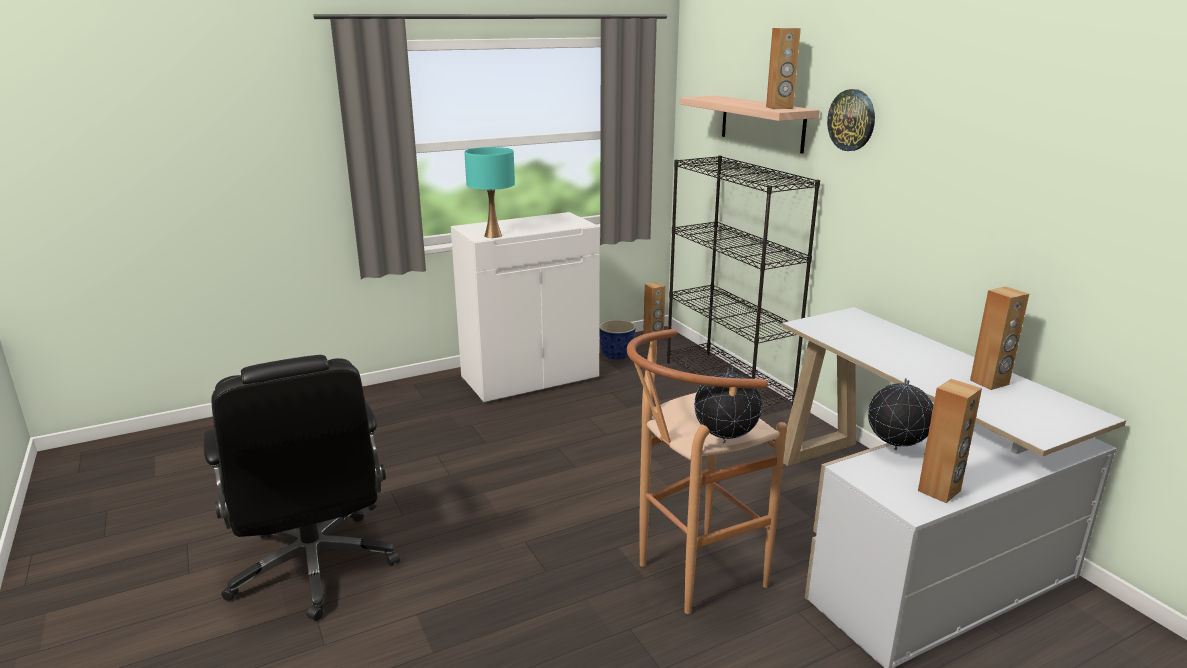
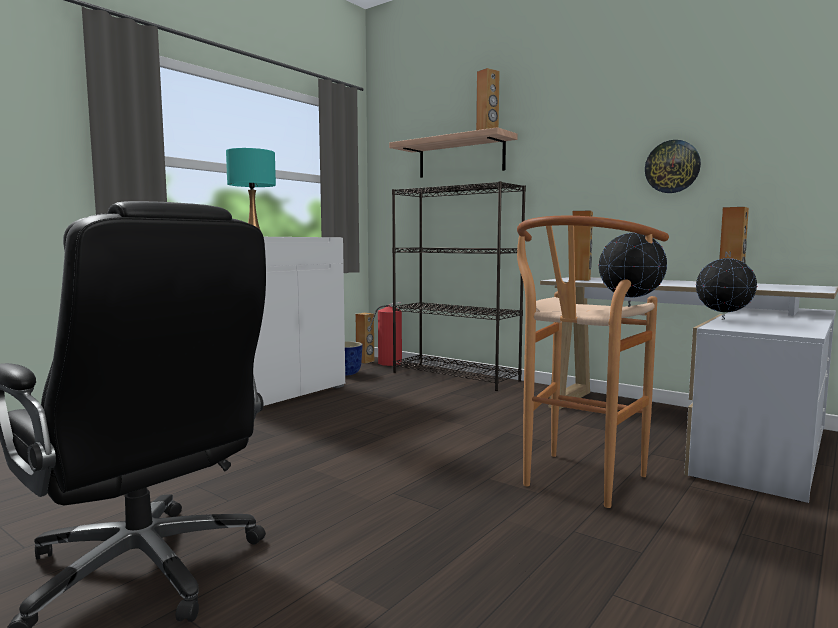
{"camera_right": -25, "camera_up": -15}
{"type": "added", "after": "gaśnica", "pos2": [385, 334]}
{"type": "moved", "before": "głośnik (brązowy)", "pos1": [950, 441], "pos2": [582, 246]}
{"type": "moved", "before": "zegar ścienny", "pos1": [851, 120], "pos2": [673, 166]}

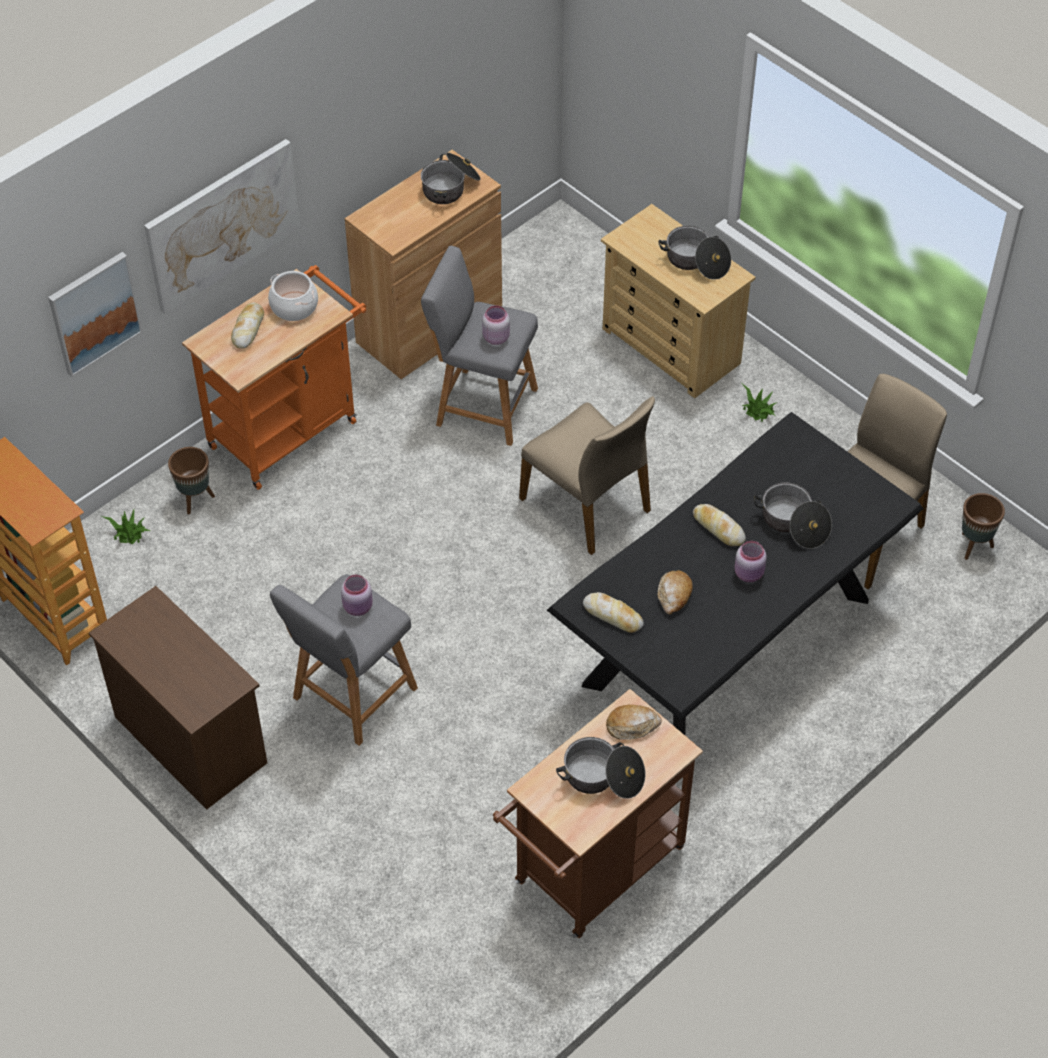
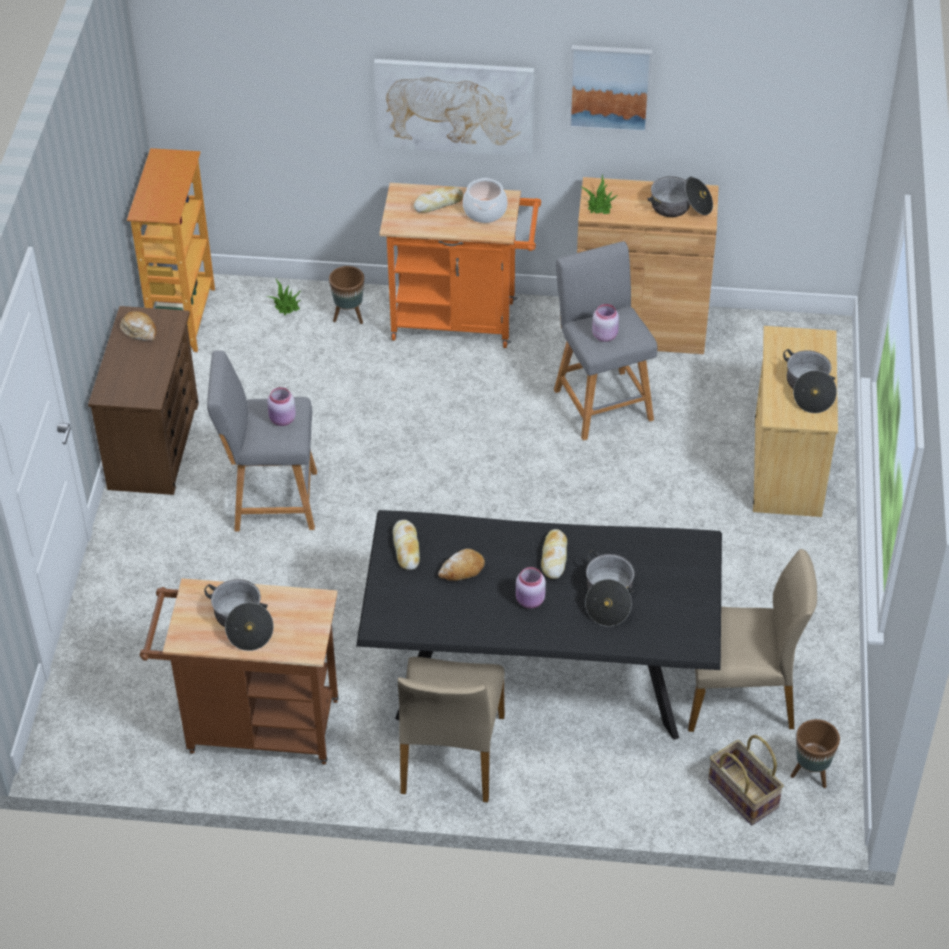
{"camera_right": 50, "camera_up": -5}
{"type": "moved", "before": "chleb", "pos1": [634, 722], "pos2": [138, 326]}
{"type": "moved", "before": "krzesło (beżowy)", "pos1": [587, 475], "pos2": [451, 729]}
{"type": "moved", "before": "obraz", "pos1": [95, 314], "pos2": [610, 89]}
{"type": "moved", "before": "roślina doniczkowa", "pos1": [759, 402], "pos2": [599, 194]}
{"type": "added", "after": "koszyk", "pos2": [746, 780]}

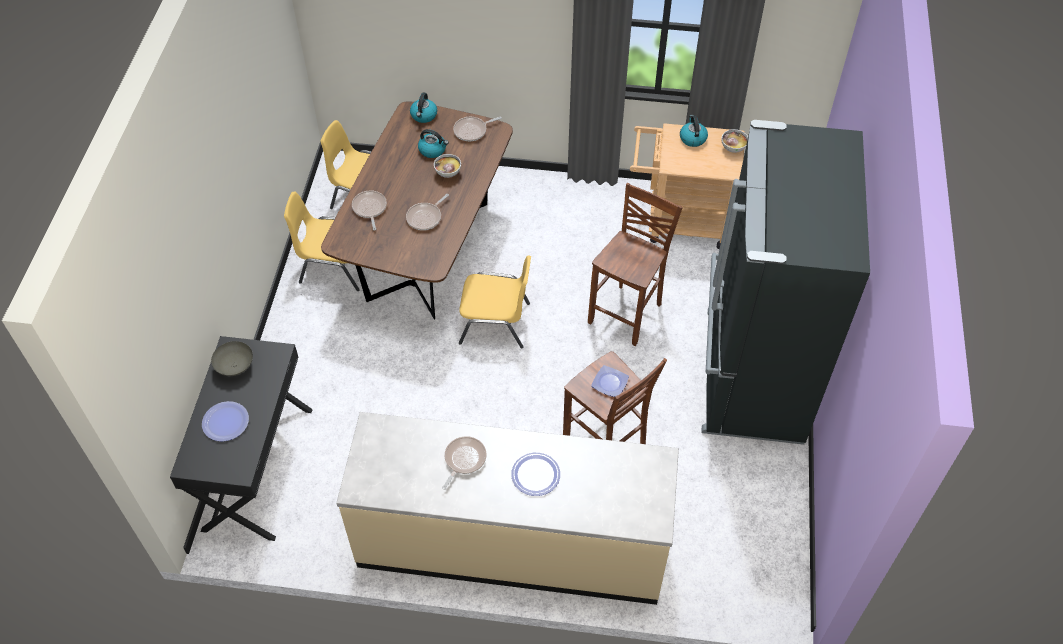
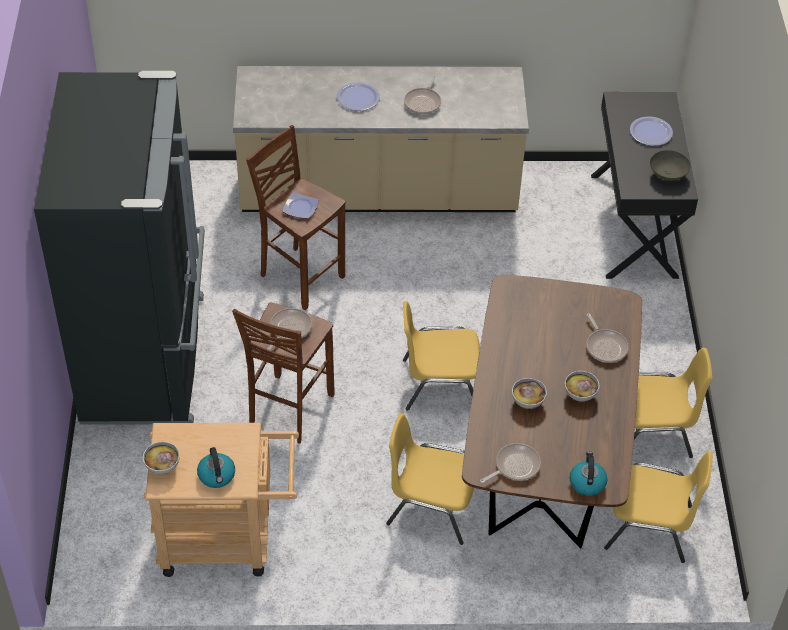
{"camera_right": 170, "camera_up": -5}
{"type": "moved", "before": "patelnia", "pos1": [427, 212], "pos2": [289, 329]}
{"type": "added", "after": "krzesło (żółty)", "pos2": [430, 479]}
{"type": "added", "after": "miska", "pos2": [582, 386]}
{"type": "removed", "before": "czajnik", "pos1": [433, 143]}

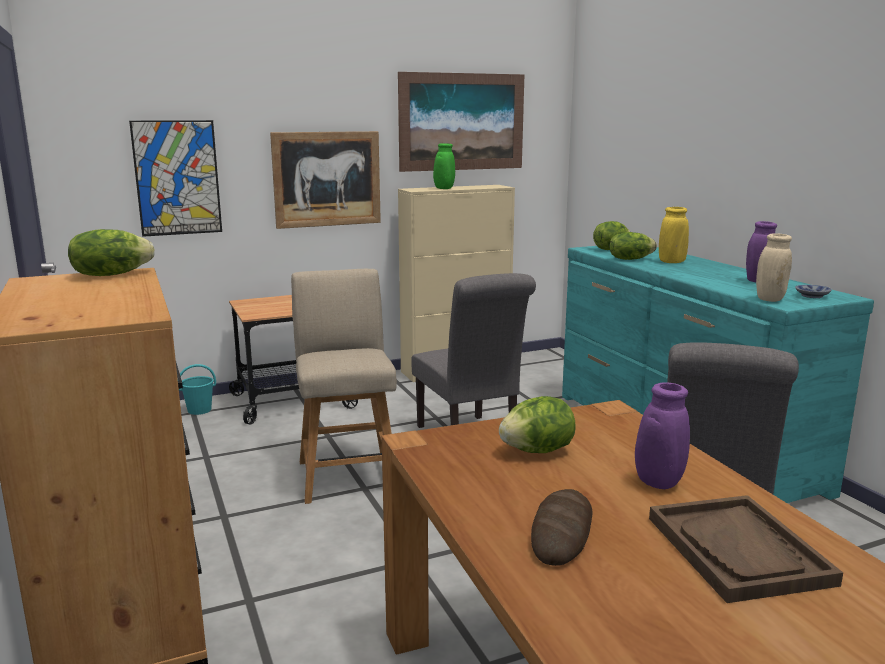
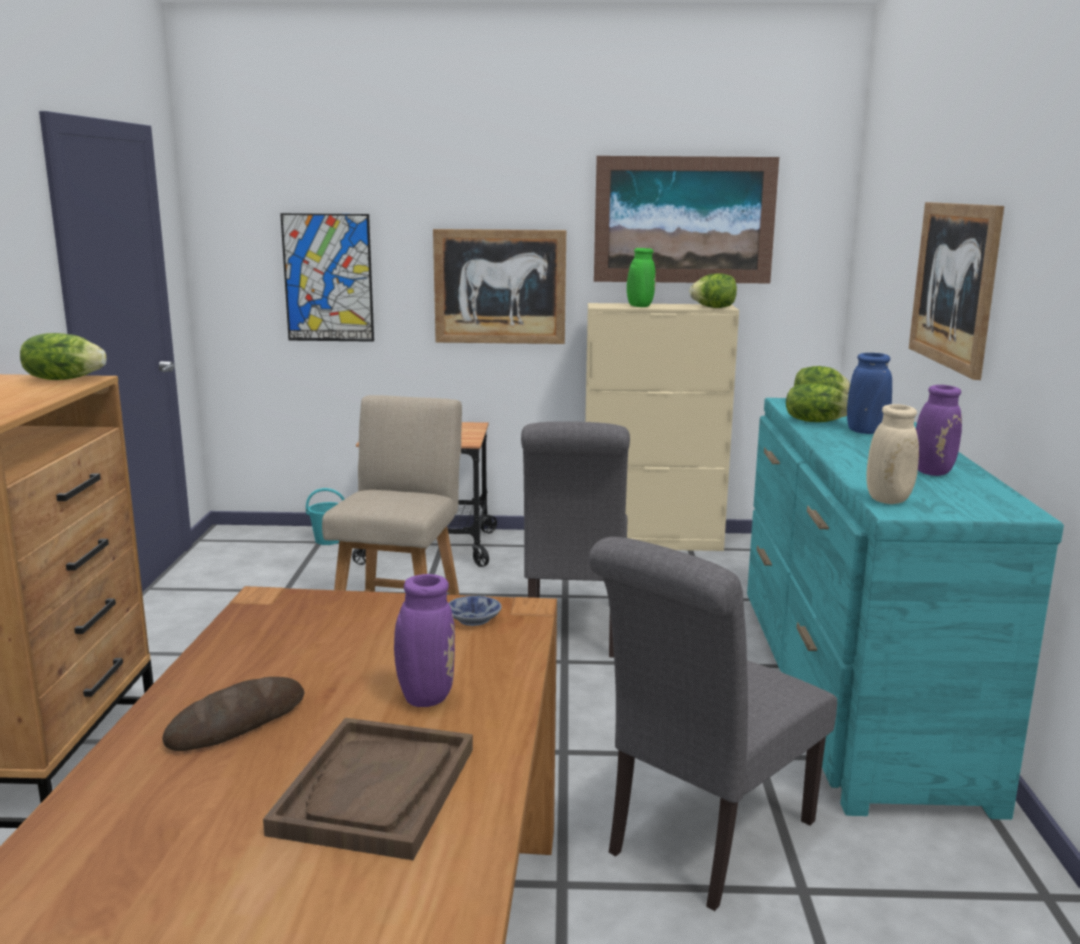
{"camera_right": 25, "camera_up": 0}
{"type": "moved", "before": "miska", "pos1": [813, 291], "pos2": [475, 611]}
{"type": "moved", "before": "sałata", "pos1": [537, 424], "pos2": [713, 290]}
{"type": "recoloured", "before": "wazon (żółty)", "after": "wazon (niebieski)", "pos1": [674, 235], "pos2": [869, 393]}
{"type": "added", "after": "obraz", "pos2": [956, 291]}

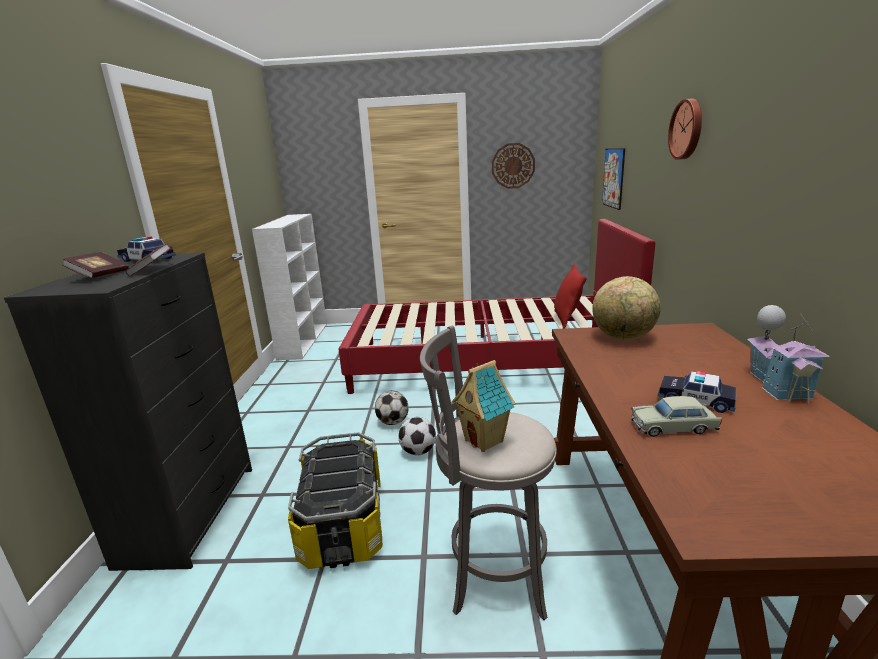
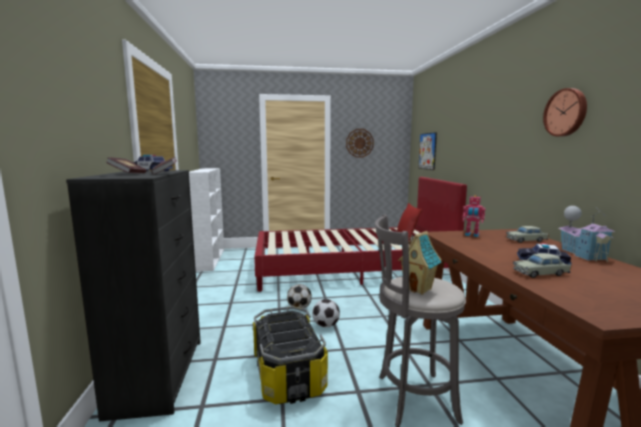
{"camera_right": -10, "camera_up": -10}
{"type": "replaced", "before": "globus", "after": "robot zabawkowy", "pos1": [626, 308], "pos2": [474, 216]}
{"type": "added", "after": "samochodzik (beżowy)", "pos2": [527, 234]}
{"type": "moved", "before": "zegar ścienny", "pos1": [685, 129], "pos2": [565, 112]}

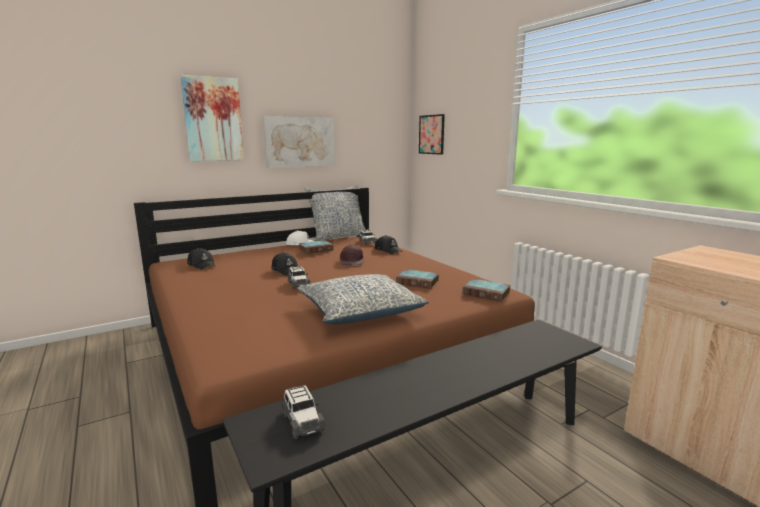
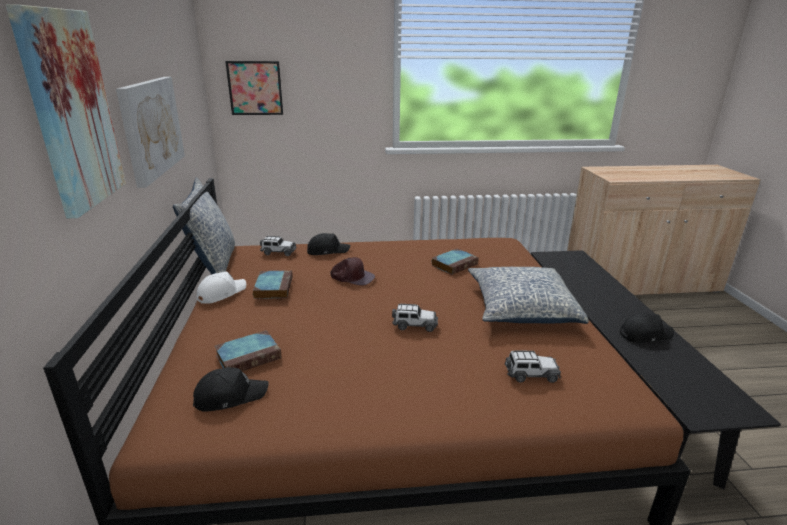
{"camera_right": -65, "camera_up": 10}
{"type": "moved", "before": "książka", "pos1": [487, 290], "pos2": [248, 350]}
{"type": "moved", "before": "samochodzik", "pos1": [304, 412], "pos2": [533, 367]}
{"type": "moved", "before": "czapka z daszkiem (czarny)", "pos1": [285, 264], "pos2": [647, 328]}

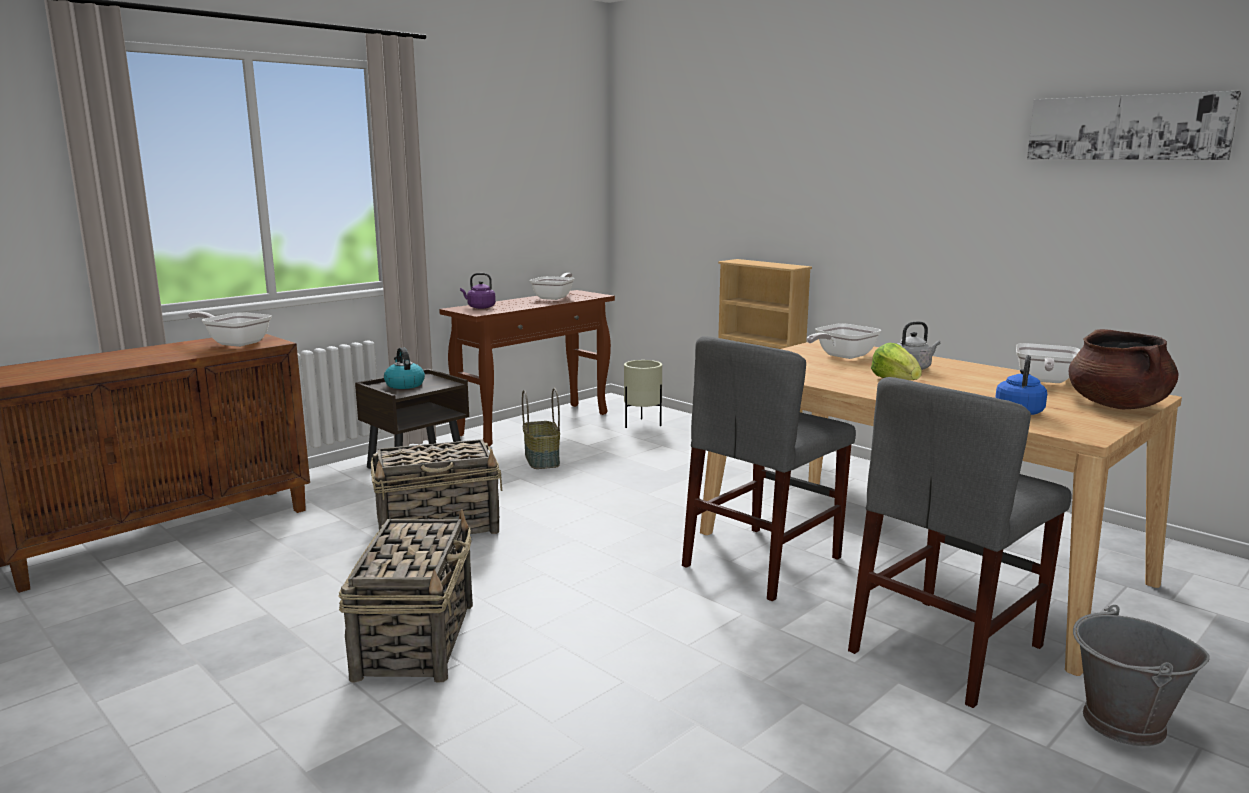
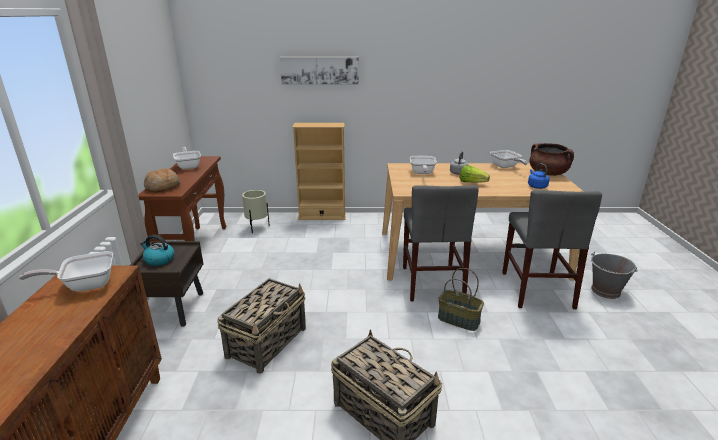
{"camera_right": -45, "camera_up": 10}
{"type": "replaced", "before": "czajnik (fioletowy)", "after": "chleb", "pos1": [478, 291], "pos2": [162, 180]}
{"type": "moved", "before": "obraz", "pos1": [1134, 125], "pos2": [319, 70]}
{"type": "moved", "before": "koszyk", "pos1": [541, 428], "pos2": [461, 299]}

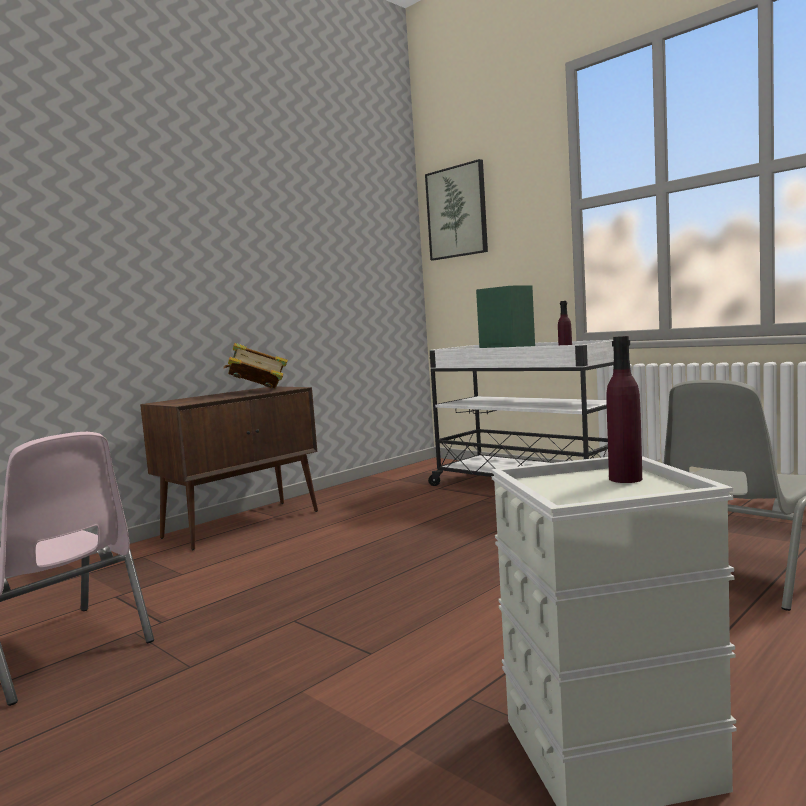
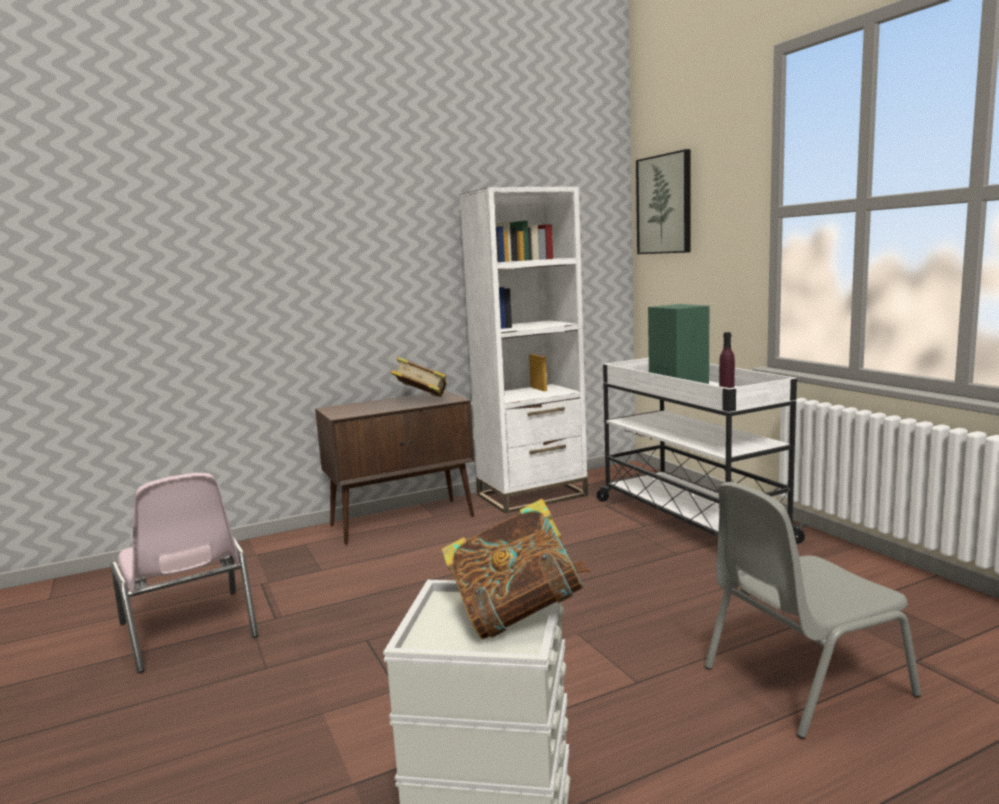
{"camera_right": 20, "camera_up": 5}
{"type": "replaced", "before": "butelka (fioletowy)", "after": "książka", "pos1": [624, 409], "pos2": [515, 569]}
{"type": "added", "after": "regał (biały)", "pos2": [523, 350]}

